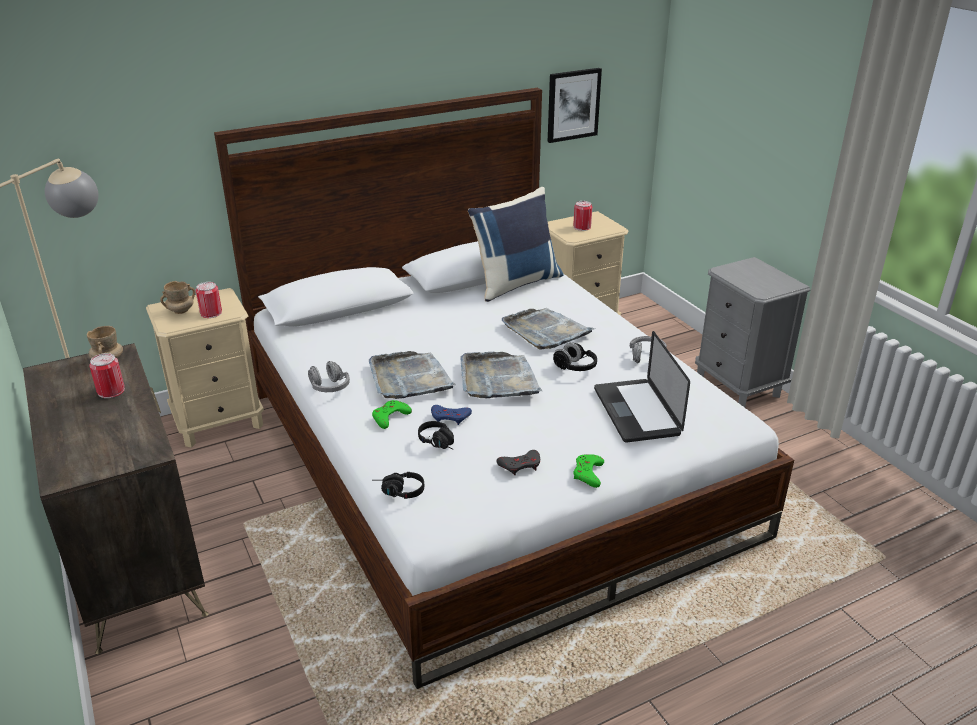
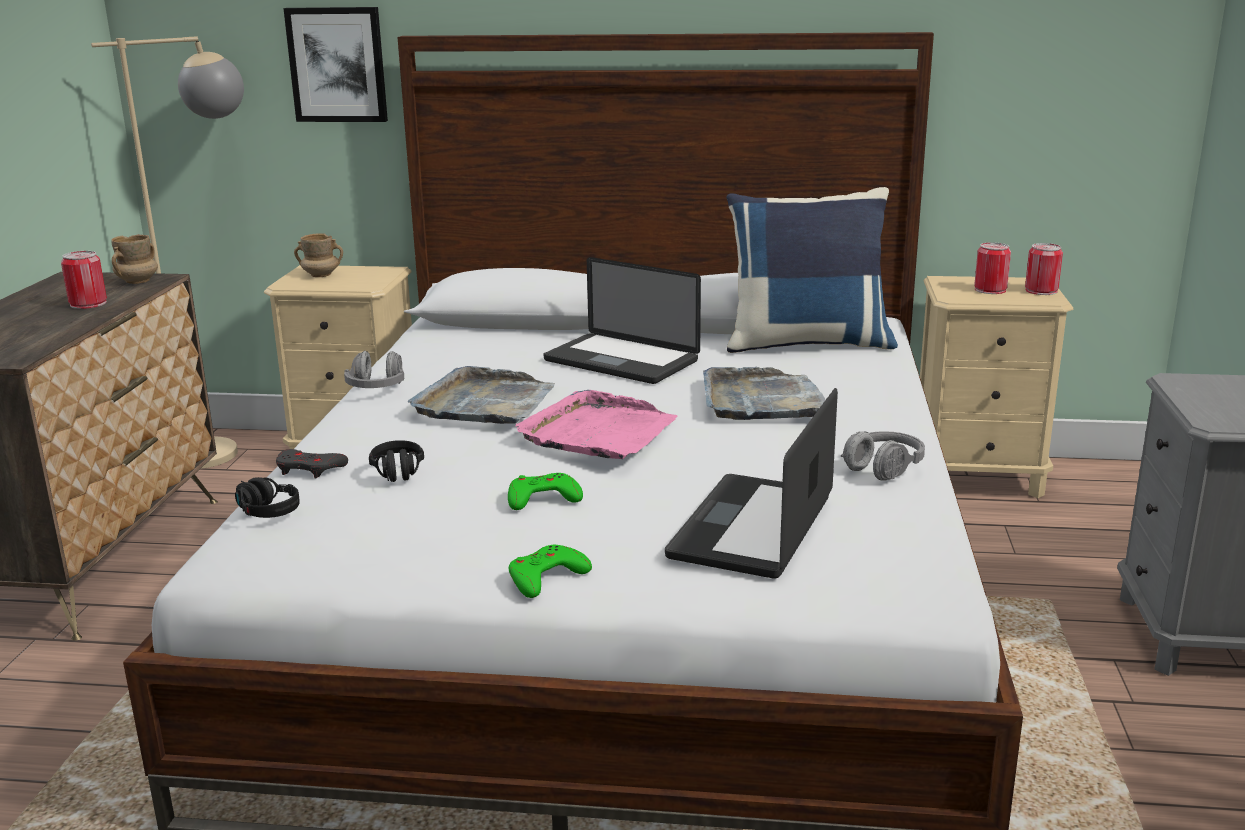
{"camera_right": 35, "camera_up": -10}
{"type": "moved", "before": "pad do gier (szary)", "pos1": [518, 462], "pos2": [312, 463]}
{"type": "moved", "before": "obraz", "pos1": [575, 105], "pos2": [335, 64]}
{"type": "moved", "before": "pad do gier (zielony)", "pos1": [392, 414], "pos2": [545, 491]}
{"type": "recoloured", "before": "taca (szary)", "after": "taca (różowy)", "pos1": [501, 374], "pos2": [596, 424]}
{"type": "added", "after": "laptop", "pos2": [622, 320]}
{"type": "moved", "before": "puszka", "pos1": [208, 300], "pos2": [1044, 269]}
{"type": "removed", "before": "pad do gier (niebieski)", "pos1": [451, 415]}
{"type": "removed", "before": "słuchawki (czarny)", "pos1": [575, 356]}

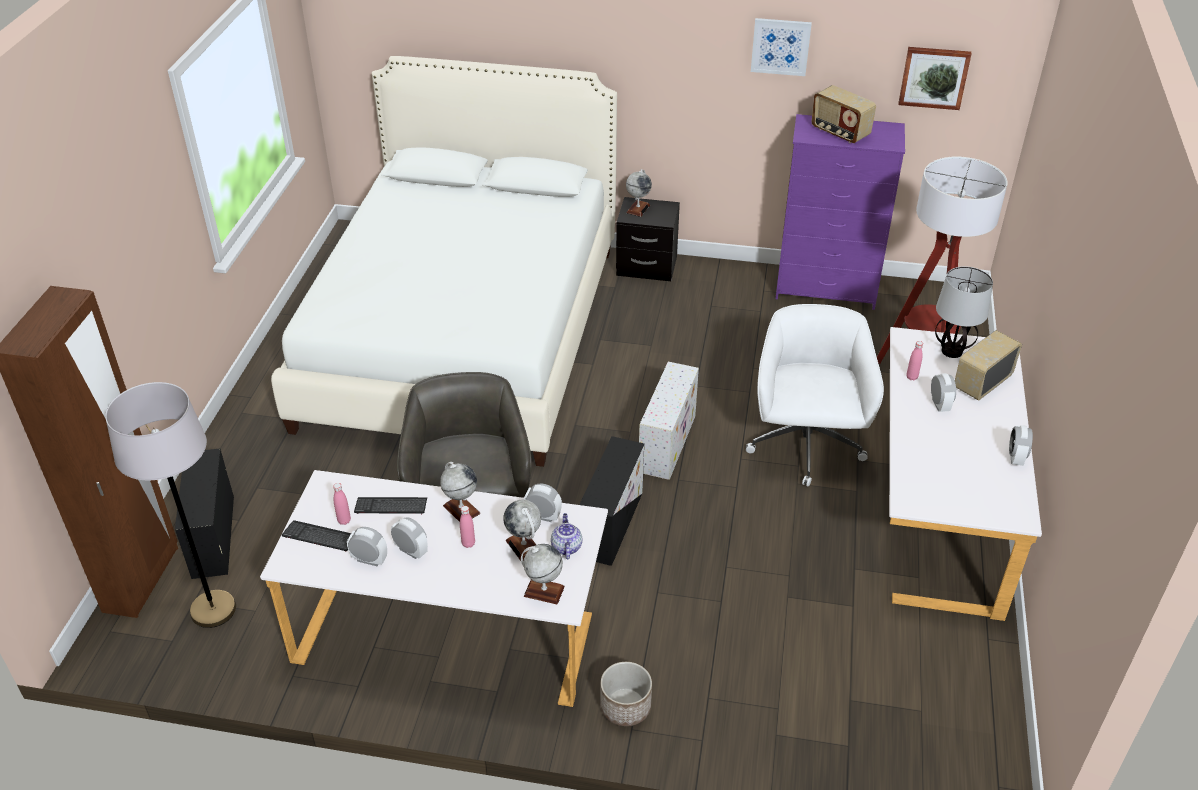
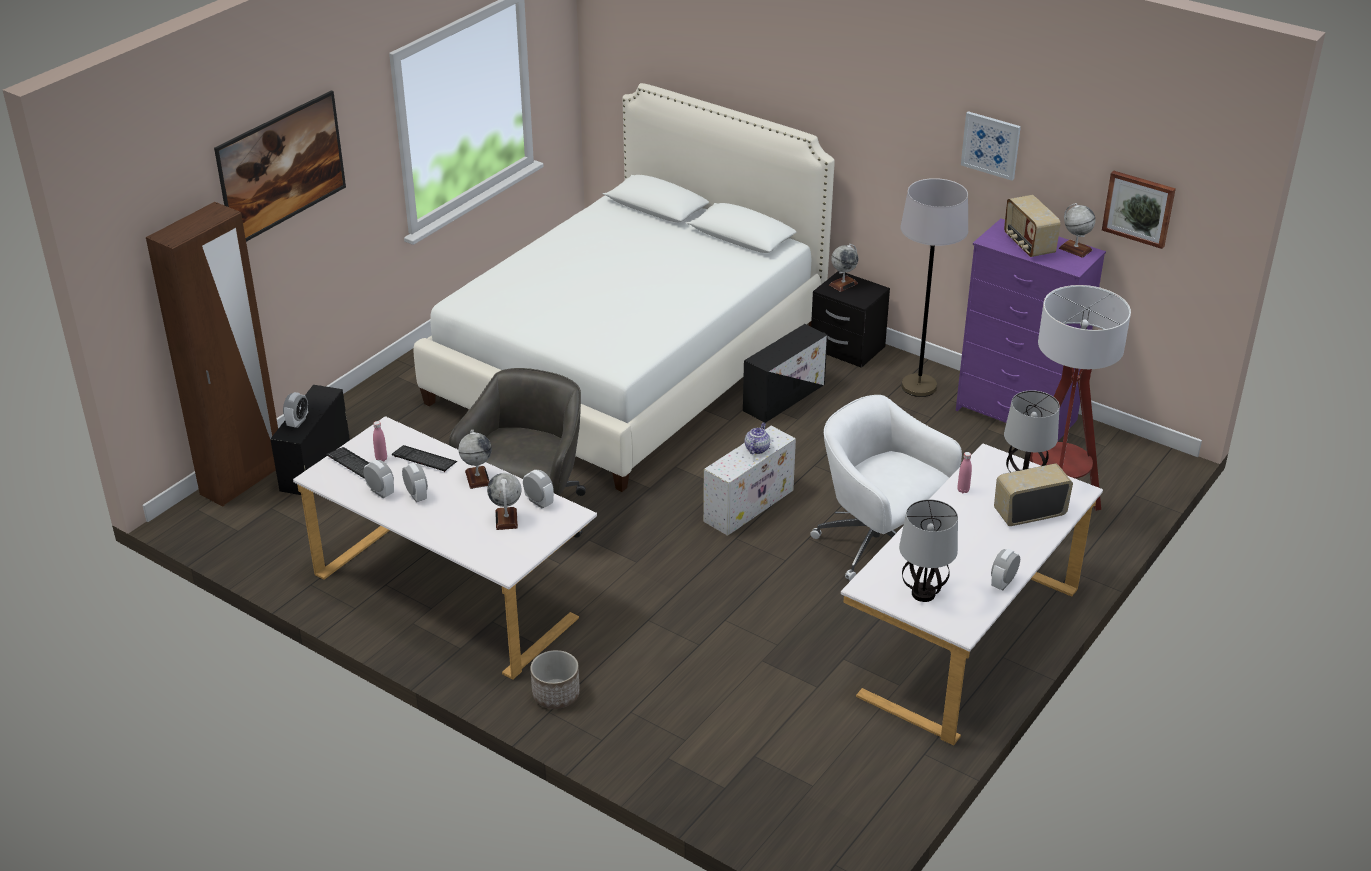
{"camera_right": 25, "camera_up": -5}
{"type": "added", "after": "obraz", "pos2": [280, 166]}
{"type": "moved", "before": "budzik", "pos1": [943, 392], "pos2": [295, 410]}
{"type": "moved", "before": "pojemnik do przechowywania (czarny)", "pos1": [611, 501], "pos2": [785, 373]}
{"type": "moved", "before": "imbryk", "pos1": [567, 536], "pos2": [757, 438]}
{"type": "turned", "before": "krzesło biurowe (biały)", "pos1": [815, 395], "pos2": [886, 488], "turn": -75}
{"type": "added", "after": "lampa stołowa", "pos2": [928, 550]}
{"type": "moved", "before": "lampa stojąca (szary)", "pos1": [170, 505], "pos2": [934, 287]}
{"type": "moved", "before": "globus", "pos1": [543, 574], "pos2": [1077, 230]}
{"type": "removed", "before": "butelka (różowy)", "pos1": [467, 527]}

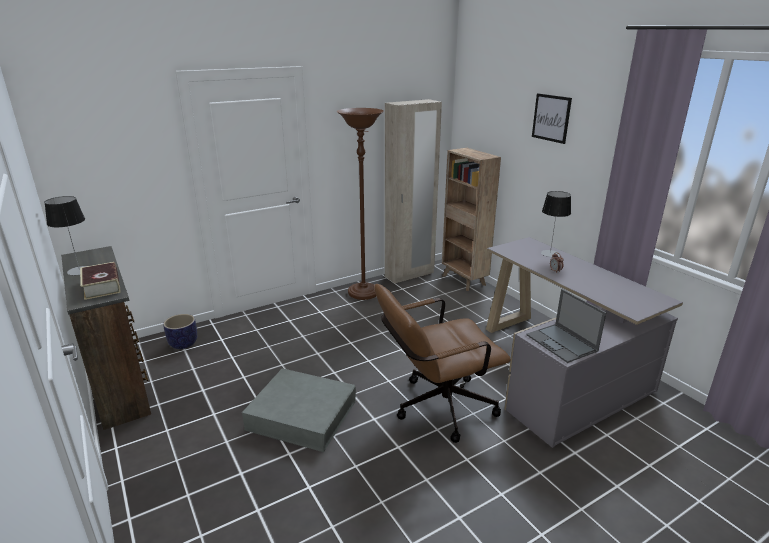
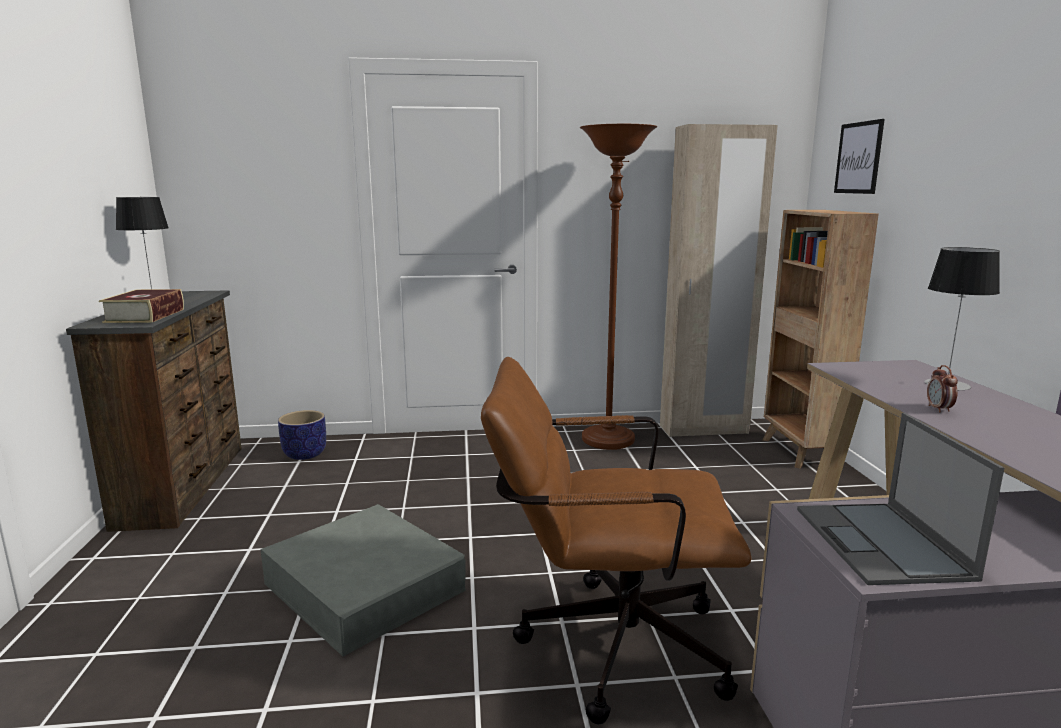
{"camera_right": 25, "camera_up": -10}
{"type": "moved", "before": "obraz", "pos1": [552, 118], "pos2": [859, 156]}

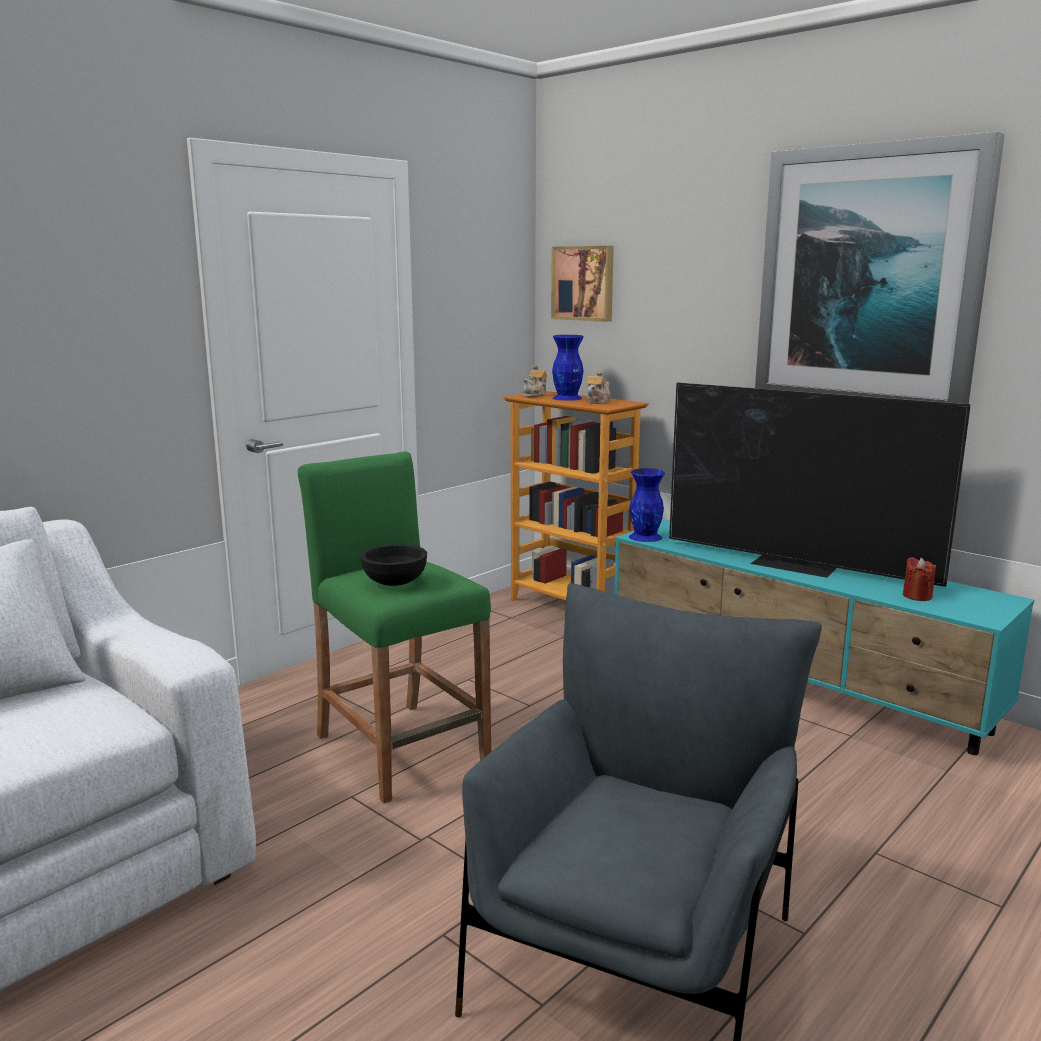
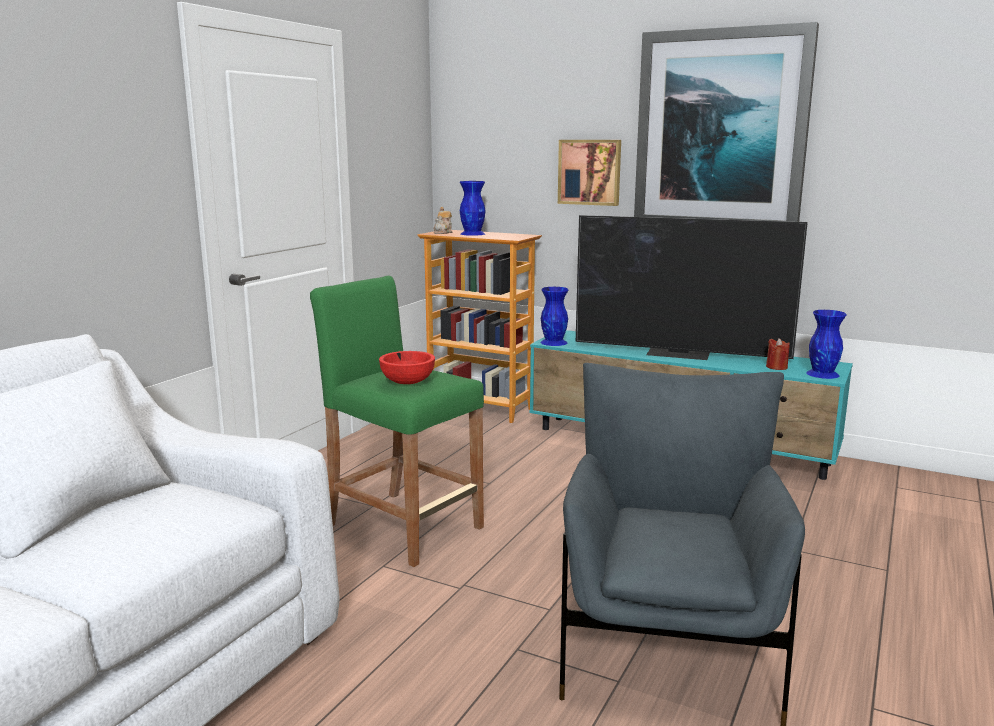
{"camera_right": -15, "camera_up": 0}
{"type": "recoloured", "before": "miska (czarny)", "after": "miska (czerwony)", "pos1": [393, 565], "pos2": [407, 367]}
{"type": "moved", "before": "obraz", "pos1": [582, 284], "pos2": [589, 173]}
{"type": "added", "after": "wazon (niebieski)", "pos2": [826, 344]}
{"type": "removed", "before": "imbryk", "pos1": [599, 387]}

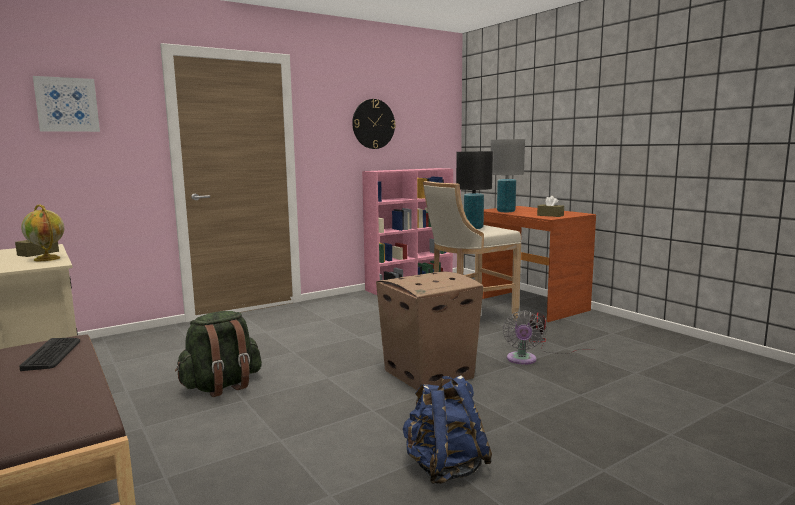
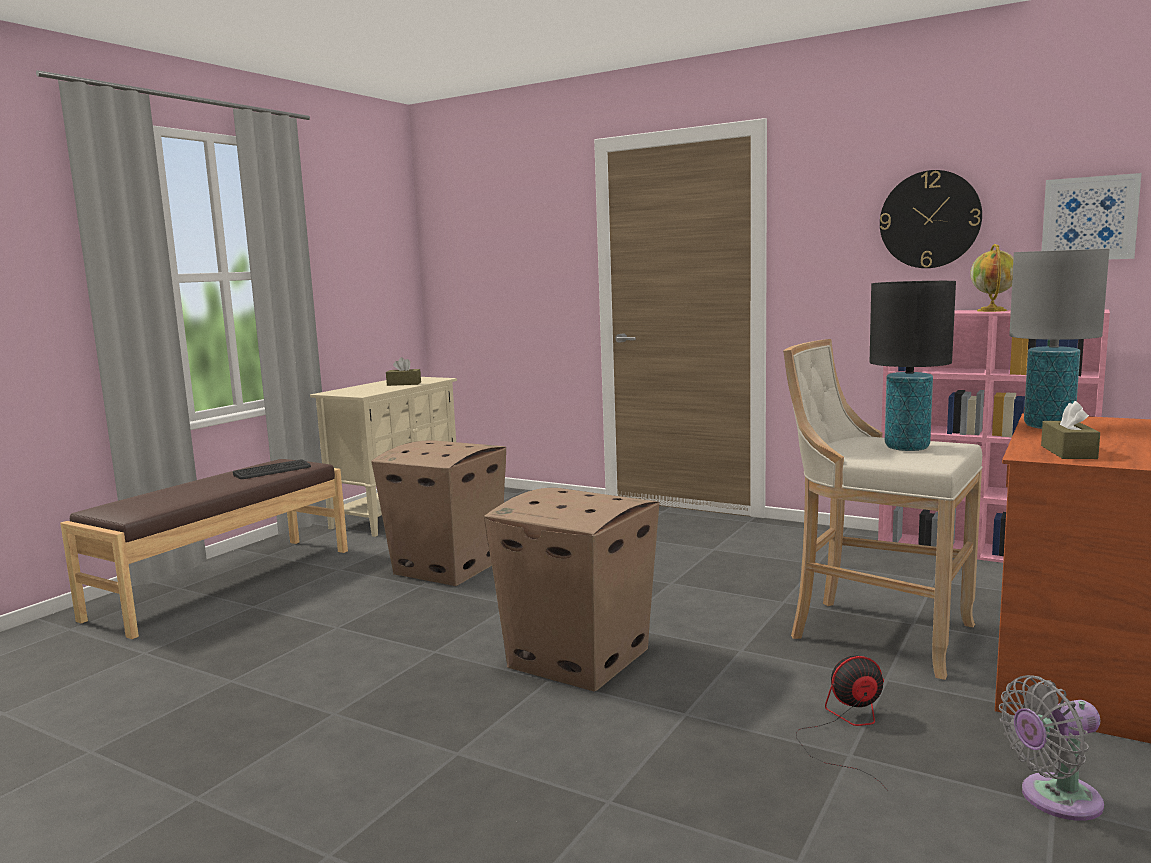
{"camera_right": 65, "camera_up": 0}
{"type": "replaced", "before": "plecak (zielony)", "after": "karton", "pos1": [218, 354], "pos2": [438, 513]}
{"type": "moved", "before": "globus", "pos1": [42, 232], "pos2": [991, 278]}
{"type": "moved", "before": "wentylator (szary)", "pos1": [523, 338], "pos2": [1051, 748]}
{"type": "moved", "before": "obraz", "pos1": [66, 104], "pos2": [1092, 216]}
{"type": "removed", "before": "plecak (niebieski)", "pos1": [447, 429]}

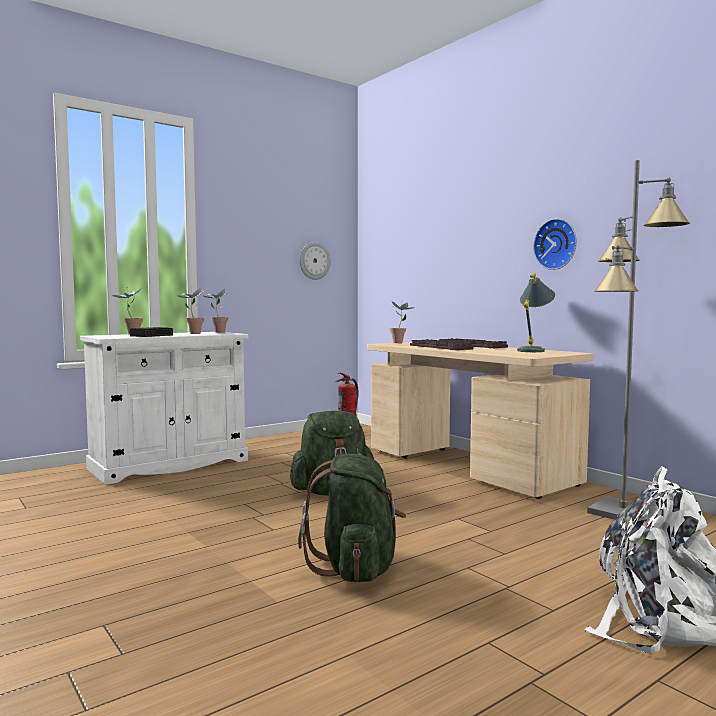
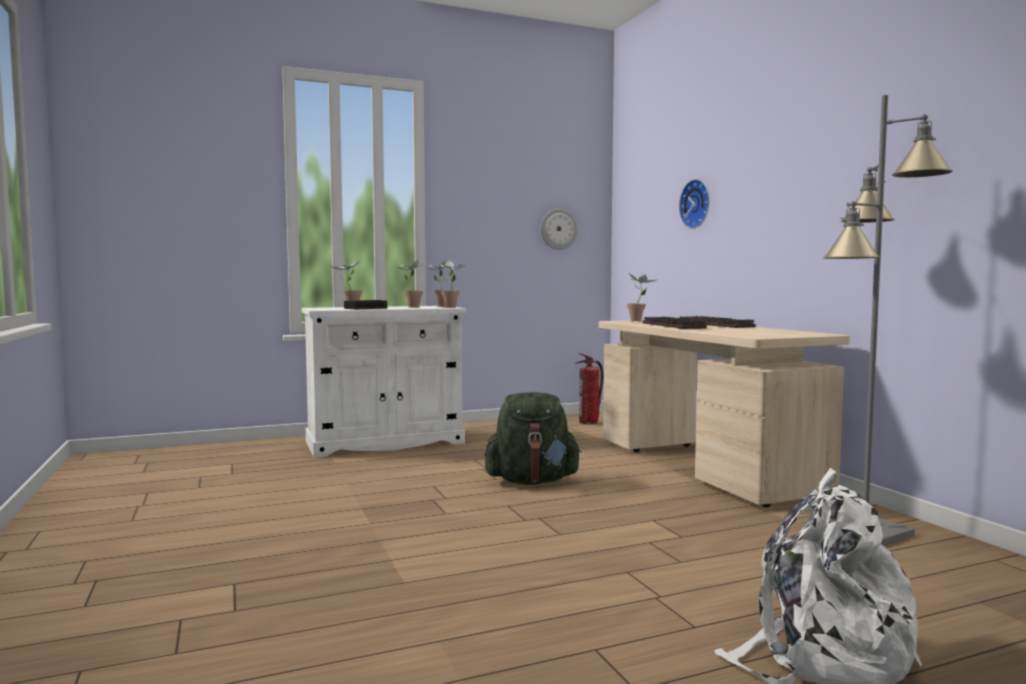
{"camera_right": 15, "camera_up": 0}
{"type": "added", "after": "roślina doniczkowa", "pos2": [450, 283]}
{"type": "moved", "before": "zegar ścienny", "pos1": [555, 244], "pos2": [694, 204]}
{"type": "removed", "before": "plecak (zielony)", "pos1": [352, 518]}
{"type": "removed", "before": "lampa stołowa (szary)", "pos1": [536, 312]}

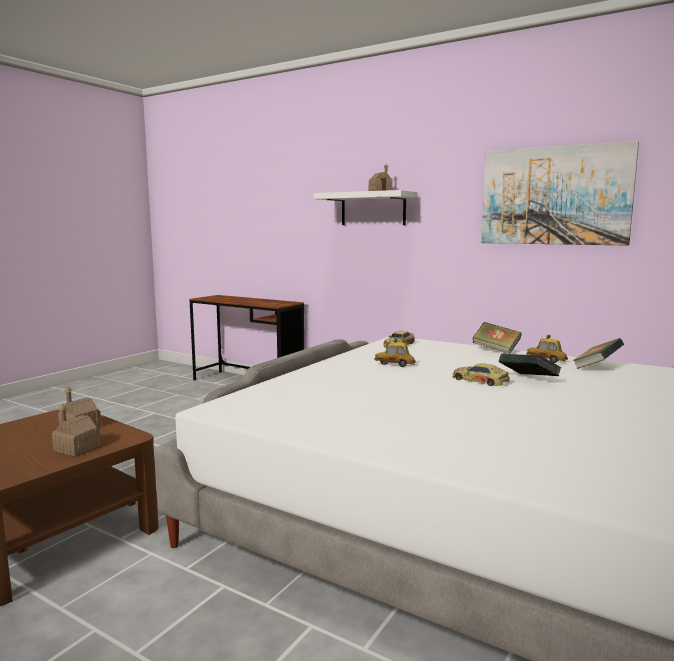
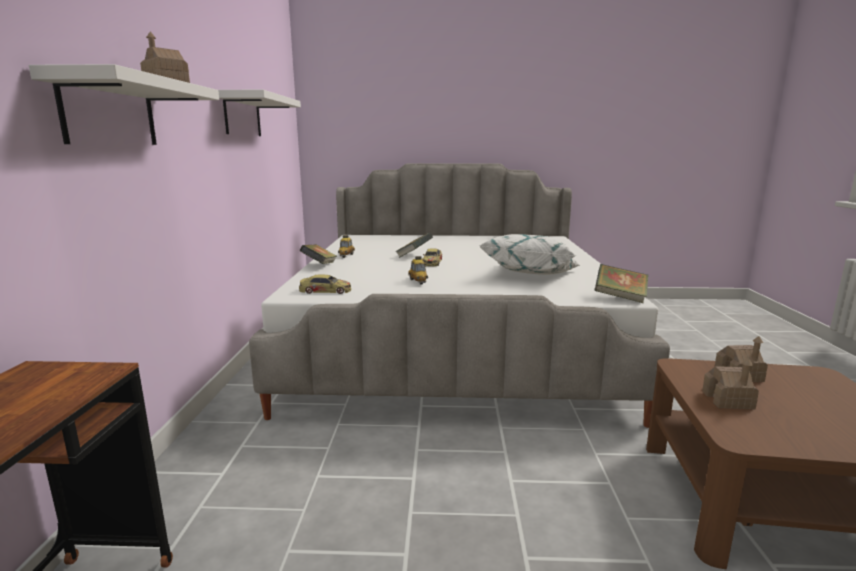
{"camera_right": -120, "camera_up": 5}
{"type": "replaced", "before": "obraz", "after": "półka (biały)", "pos1": [560, 193], "pos2": [259, 113]}
{"type": "added", "after": "poduszka (biały)", "pos2": [530, 254]}
{"type": "moved", "before": "książka", "pos1": [598, 353], "pos2": [621, 283]}

